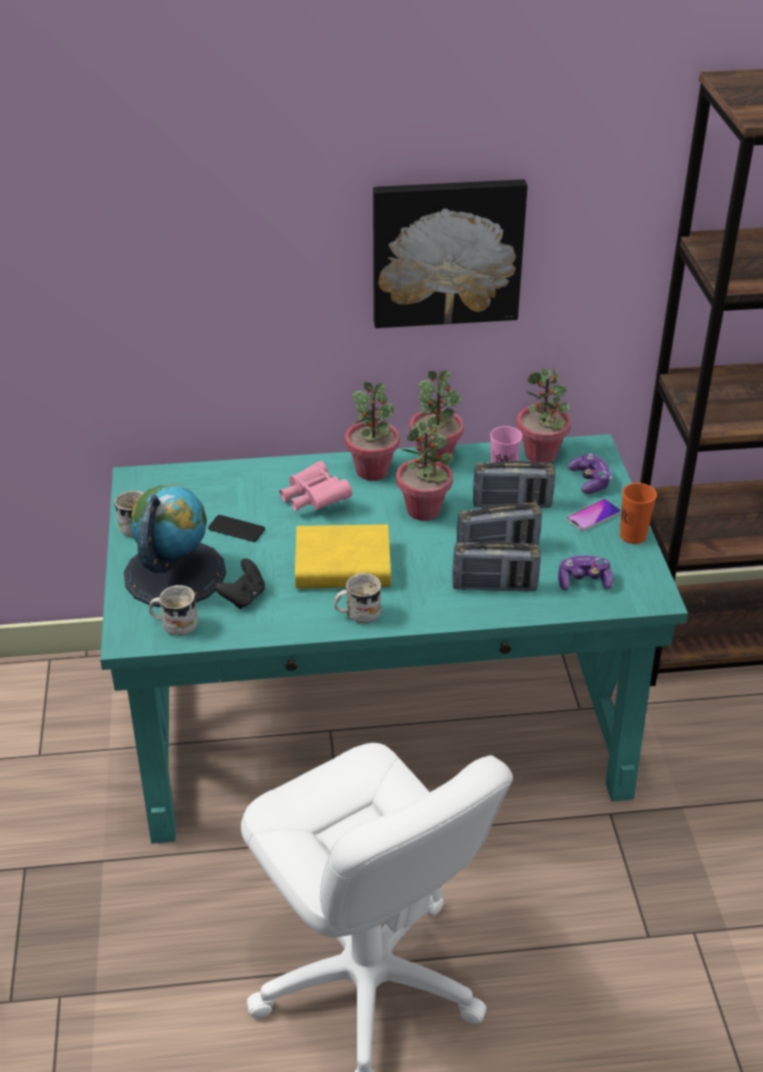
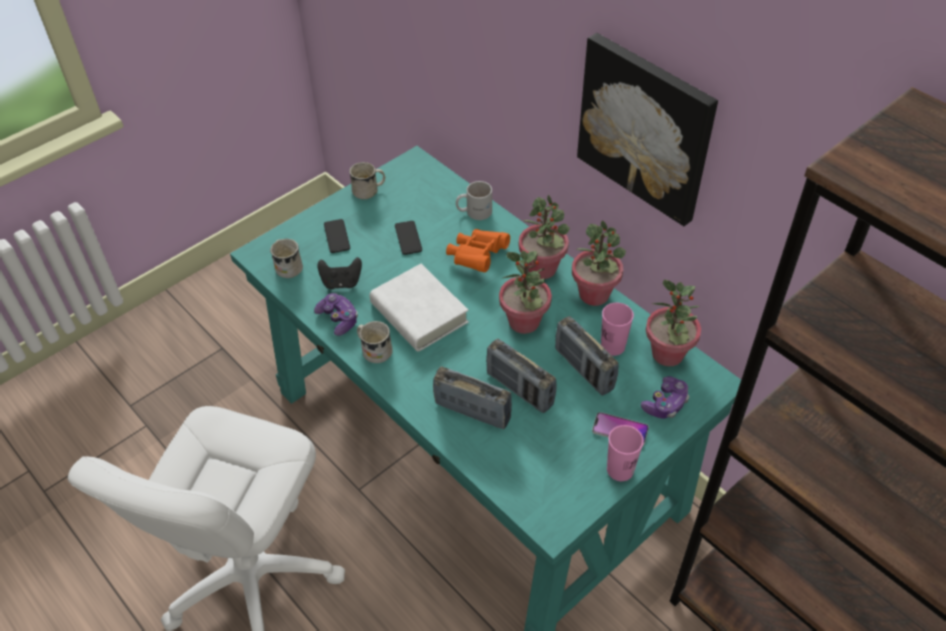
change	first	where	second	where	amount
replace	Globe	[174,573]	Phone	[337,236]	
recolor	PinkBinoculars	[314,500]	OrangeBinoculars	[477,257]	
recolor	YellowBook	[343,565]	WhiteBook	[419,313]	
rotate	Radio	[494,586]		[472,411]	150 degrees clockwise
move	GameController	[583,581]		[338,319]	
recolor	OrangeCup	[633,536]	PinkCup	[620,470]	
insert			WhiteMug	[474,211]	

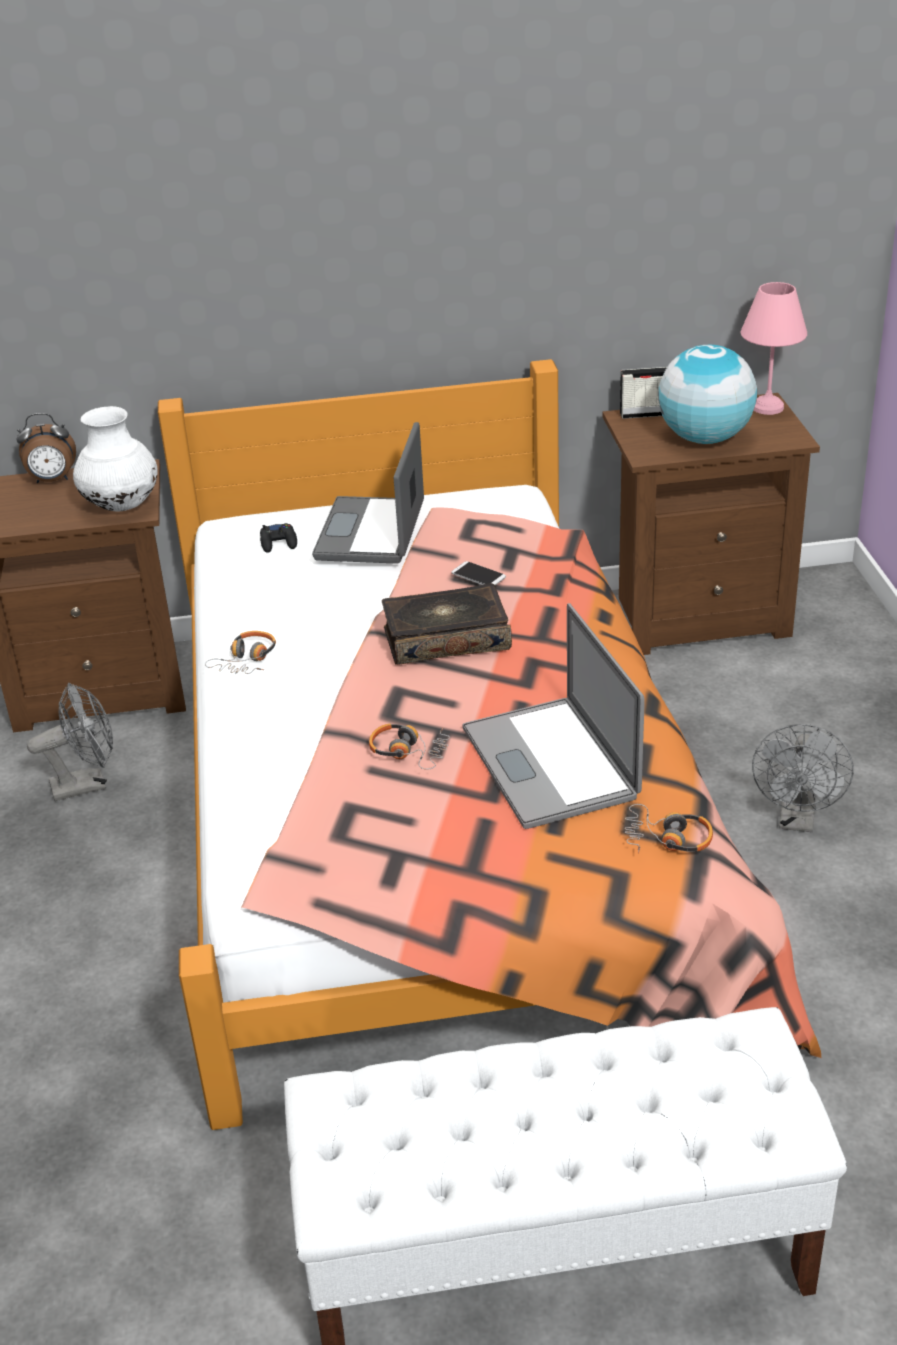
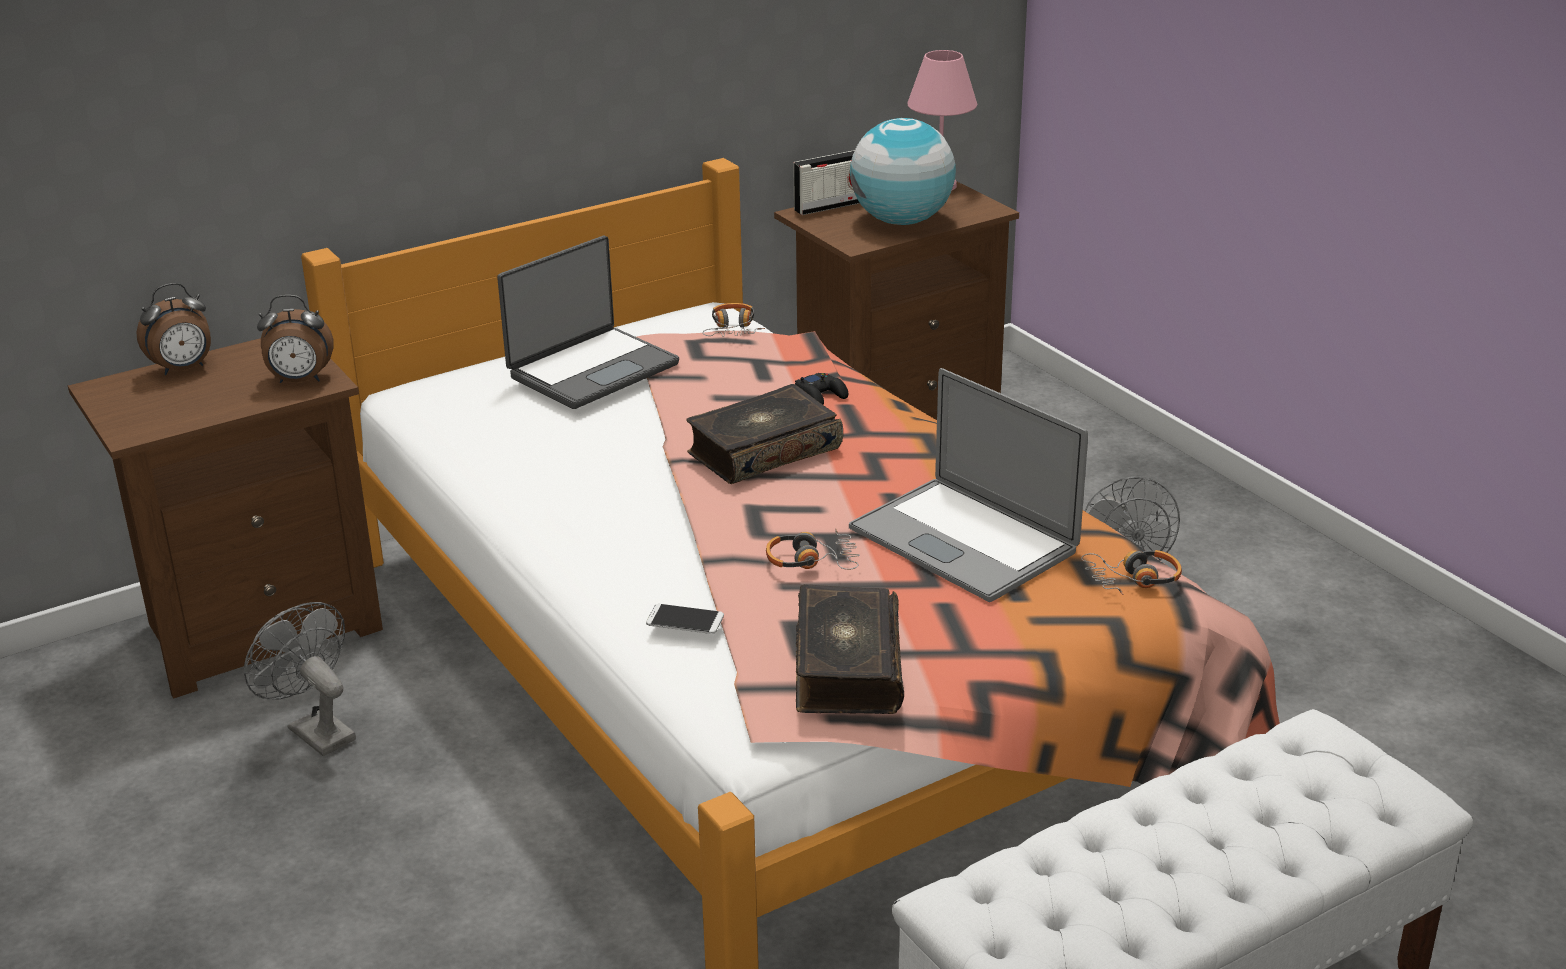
change	first	where	second	where	amount
rotate	GreyFan	[87,784]		[314,730]	90 degrees counterclockwise
replace	WhiteVase	[122,506]	AlarmClock	[300,381]	
move	Headphones	[247,660]		[733,329]	
move	BlackGameController	[279,542]		[821,395]	
rotate	Laptop	[373,532]		[591,369]	120 degrees counterclockwise
move	Phone	[478,575]		[685,620]	
insert			Book	[845,668]	

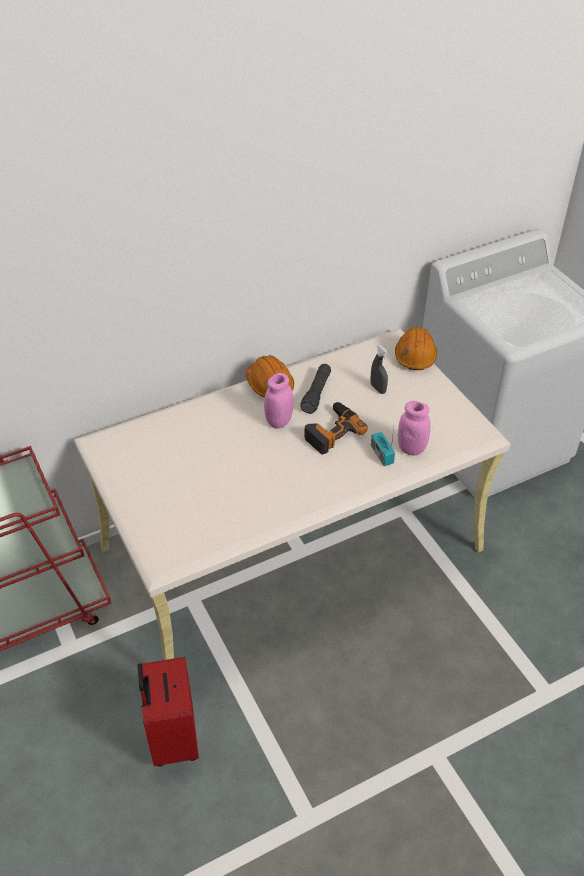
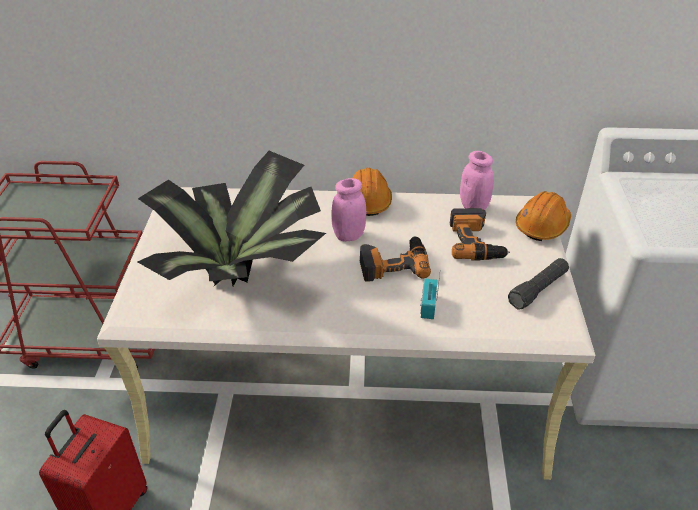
change	first	where	second	where	amount
move	BlackFlashlight	[316,393]		[538,290]	
replace	GreySprayBottle	[378,388]	PowerDrill	[476,242]	
move	PinkJar	[411,448]		[473,206]	
insert			PottedPlant	[242,271]	

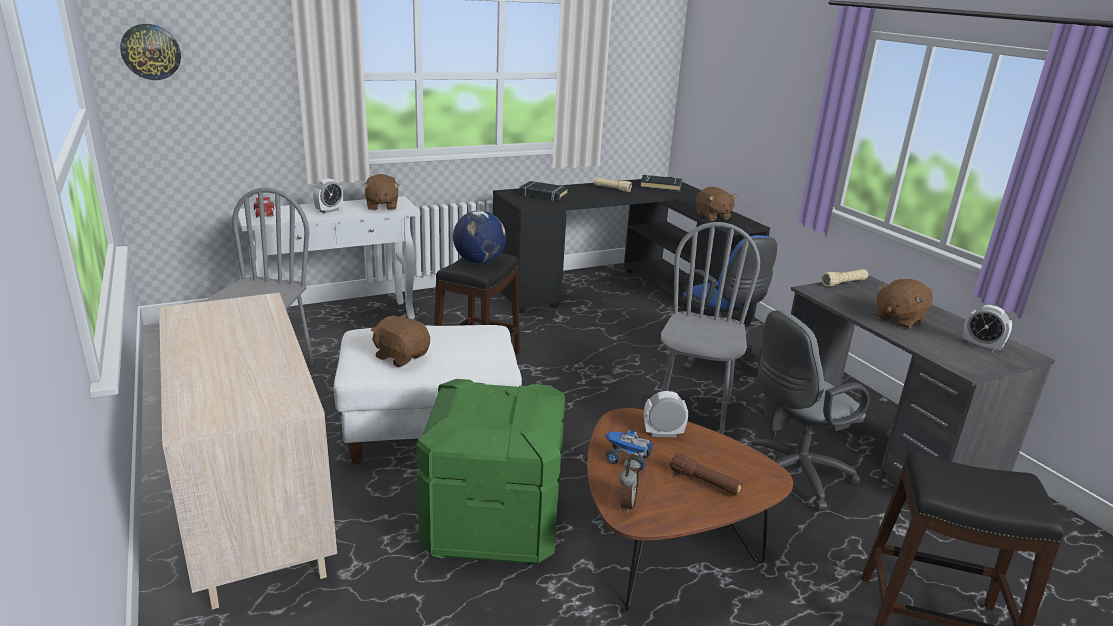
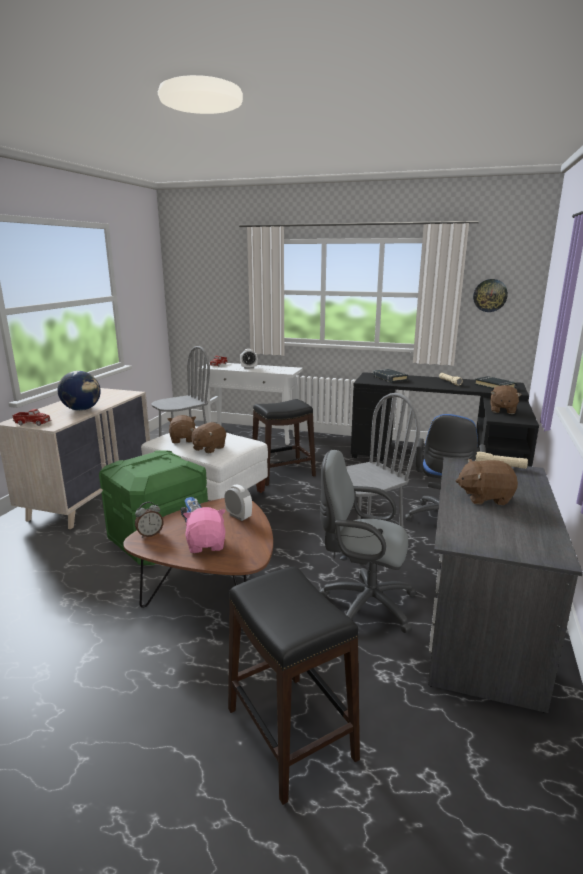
change	first	where	second	where	amount
move	WallClock	[151,52]		[490,295]	
move	BrownPlushToy	[381,206]		[208,448]	
move	Globe	[479,261]		[82,409]	
replace	BrownFlashlight	[704,482]	PinkPlushToy	[206,545]	
delete	AlarmClock	[981,346]			
insert			ToyTruck	[32,423]	

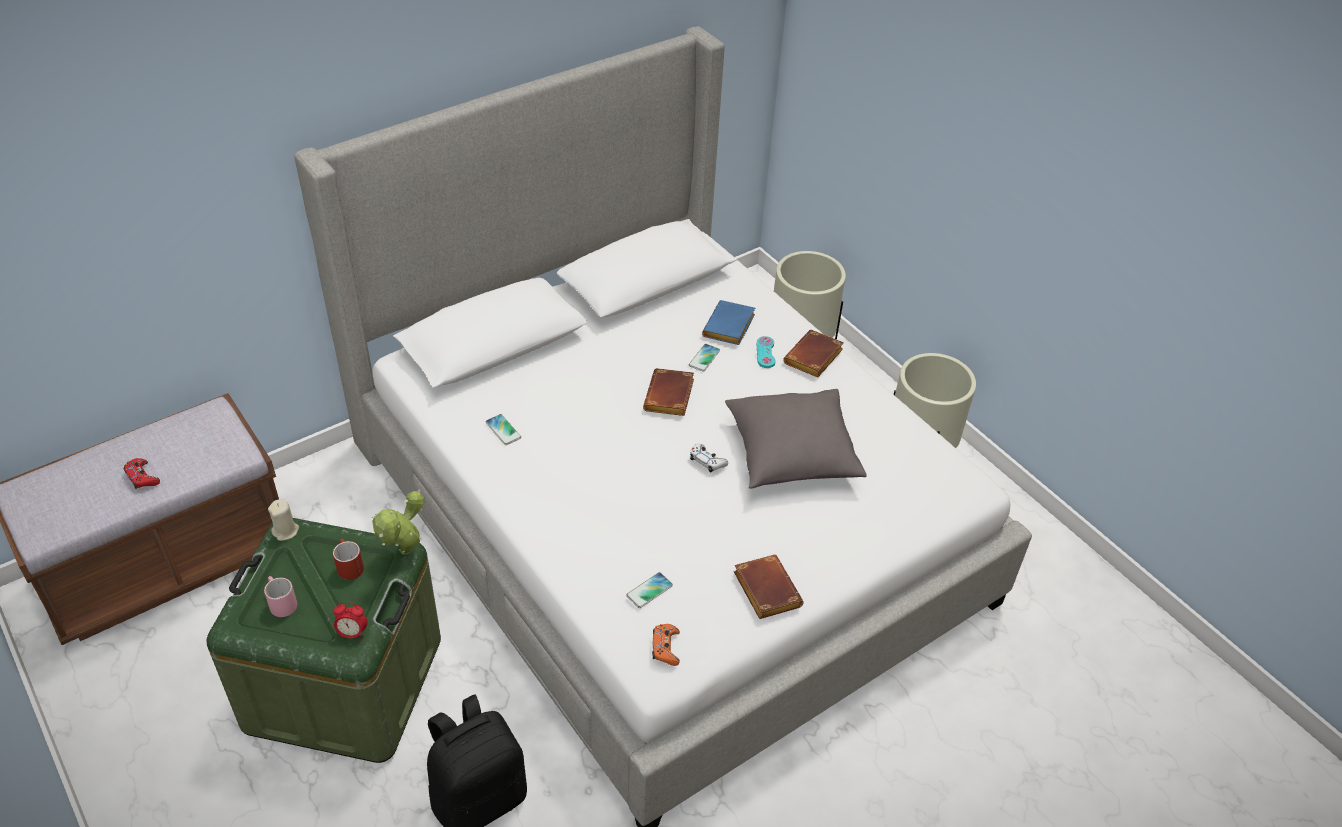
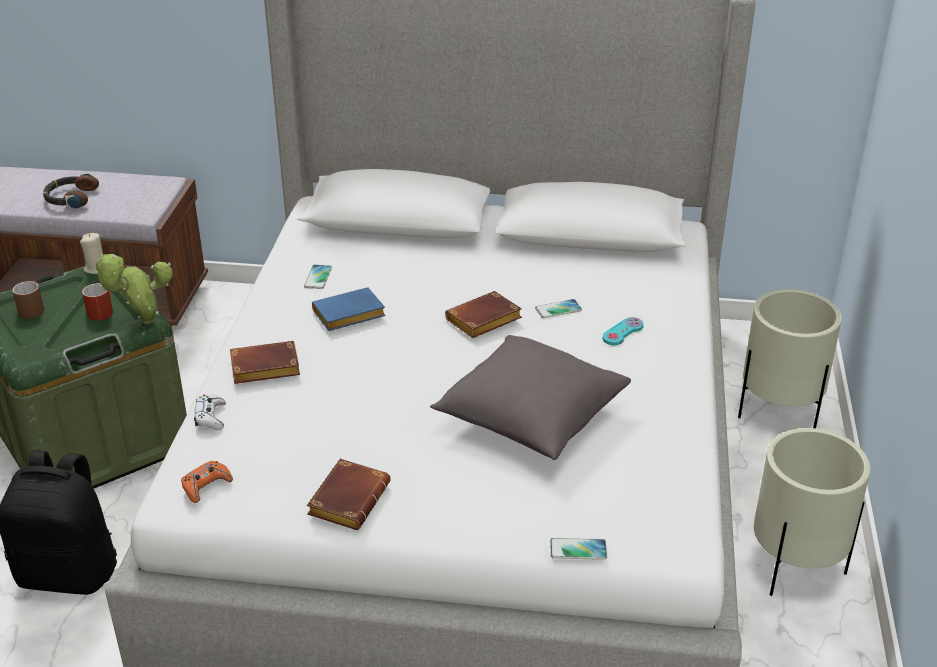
change	first	where	second	where	amount
replace	RedGameController	[142,477]	Headphones	[70,197]	
recolor	PinkMug	[280,603]	BrownMug	[32,308]	
delete	AlarmClock	[352,633]			
move	Phone	[649,590]		[578,550]	
move	WhiteGameController	[707,461]		[210,417]	
move	BlueBook	[730,328]		[347,316]	
move	BrownBook	[813,359]		[263,369]	

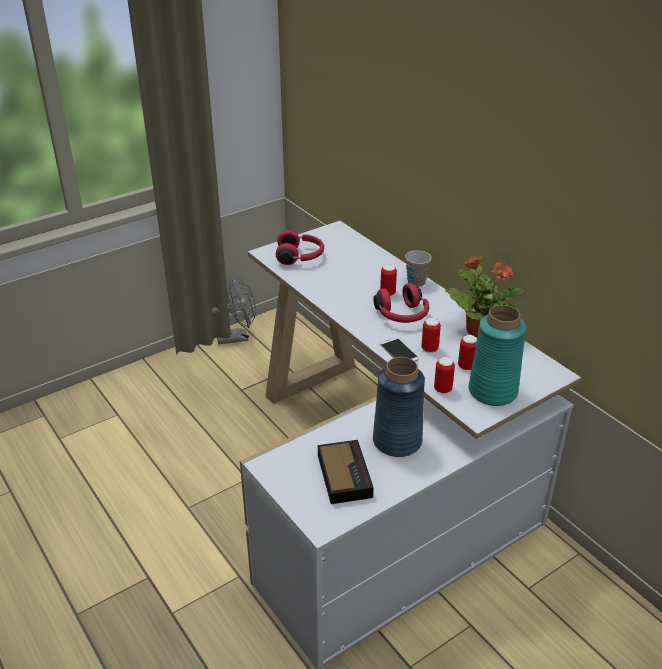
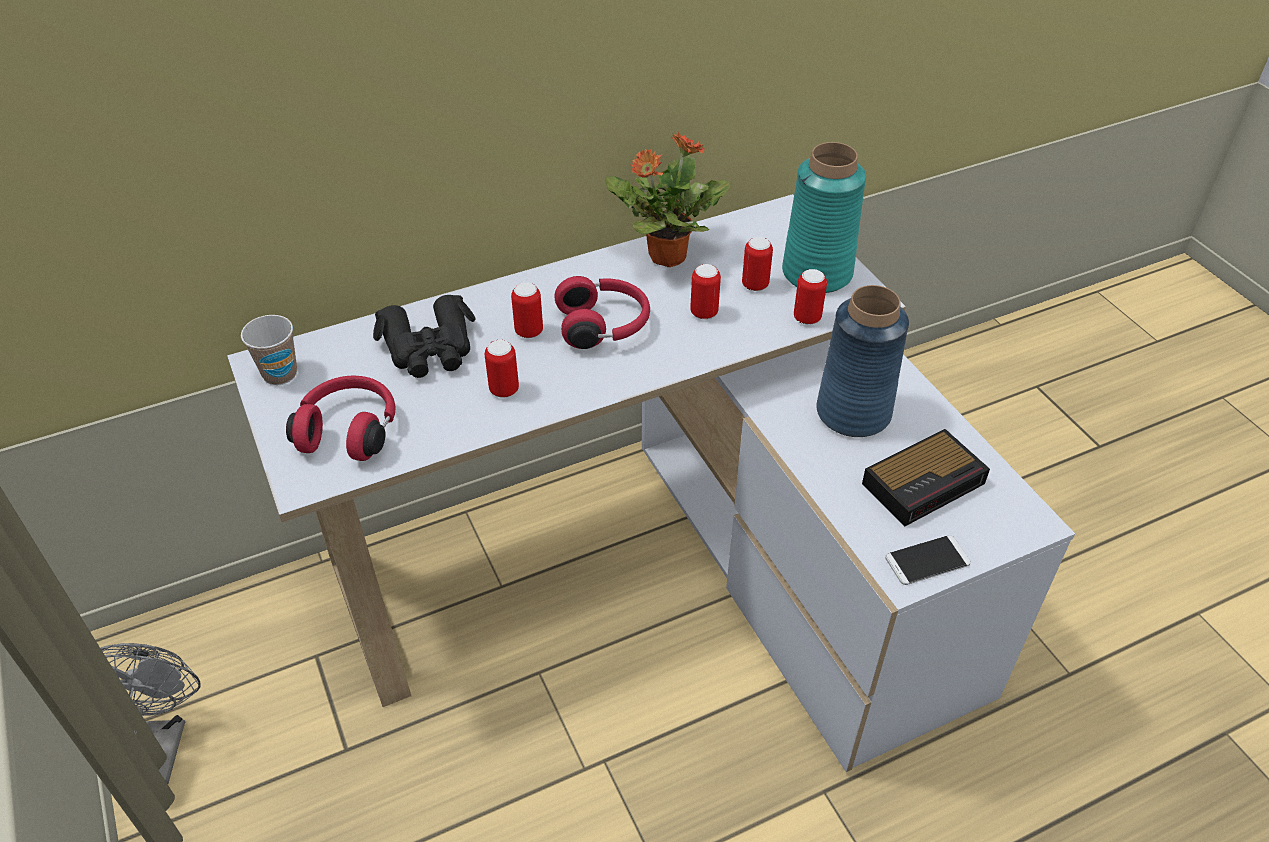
change	first	where	second	where	amount
rotate	AlarmClock	[344,474]		[925,482]	150 degrees clockwise
move	Phone	[399,352]		[927,561]	
move	Cup	[416,282]		[280,374]	
insert			BlackBinoculars	[429,348]	
insert			Can	[504,390]	

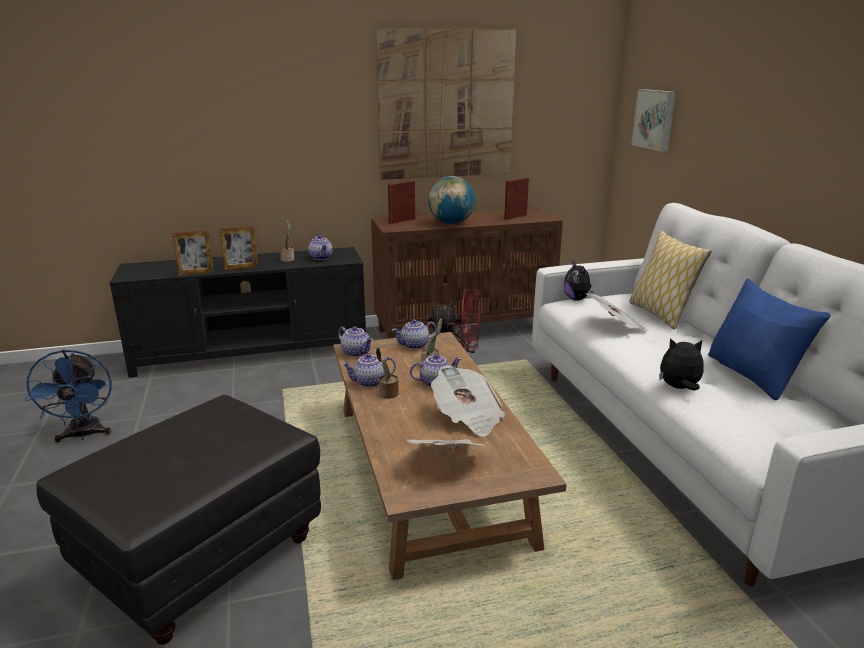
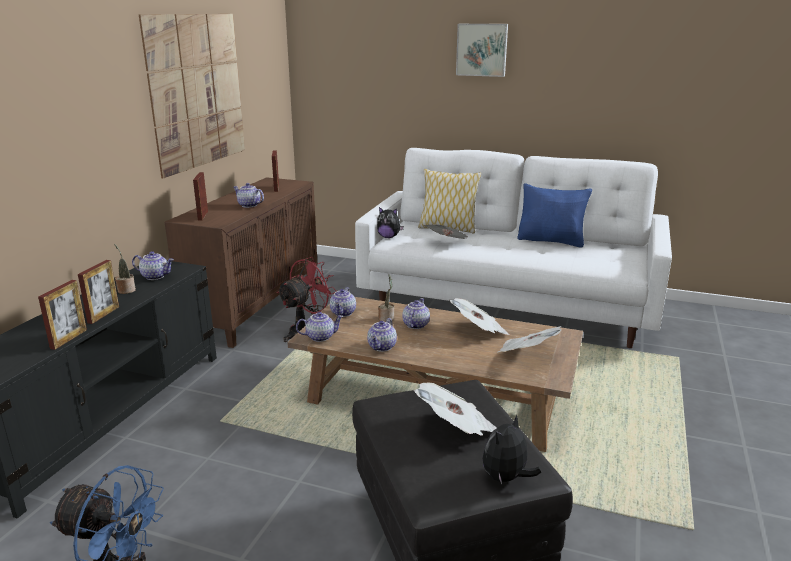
change	first	where	second	where	amount
delete	PottedPlant	[387,394]			
replace	Globe	[451,223]	Teapot	[248,205]	
move	Picture	[655,119]		[482,49]	
move	PlushToy	[679,388]		[506,478]	
insert			Newspaper	[456,428]	

